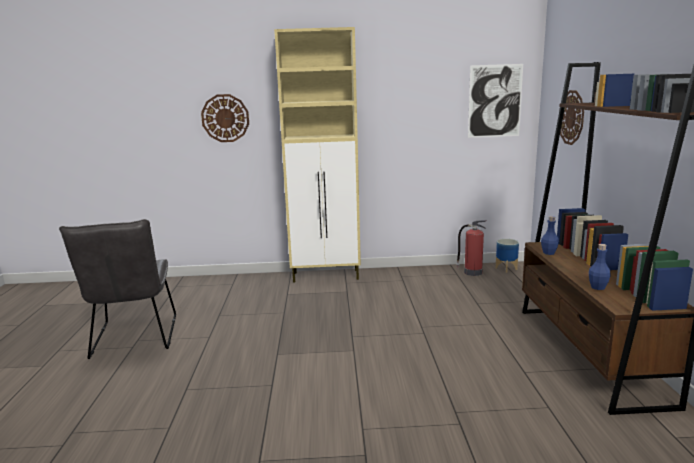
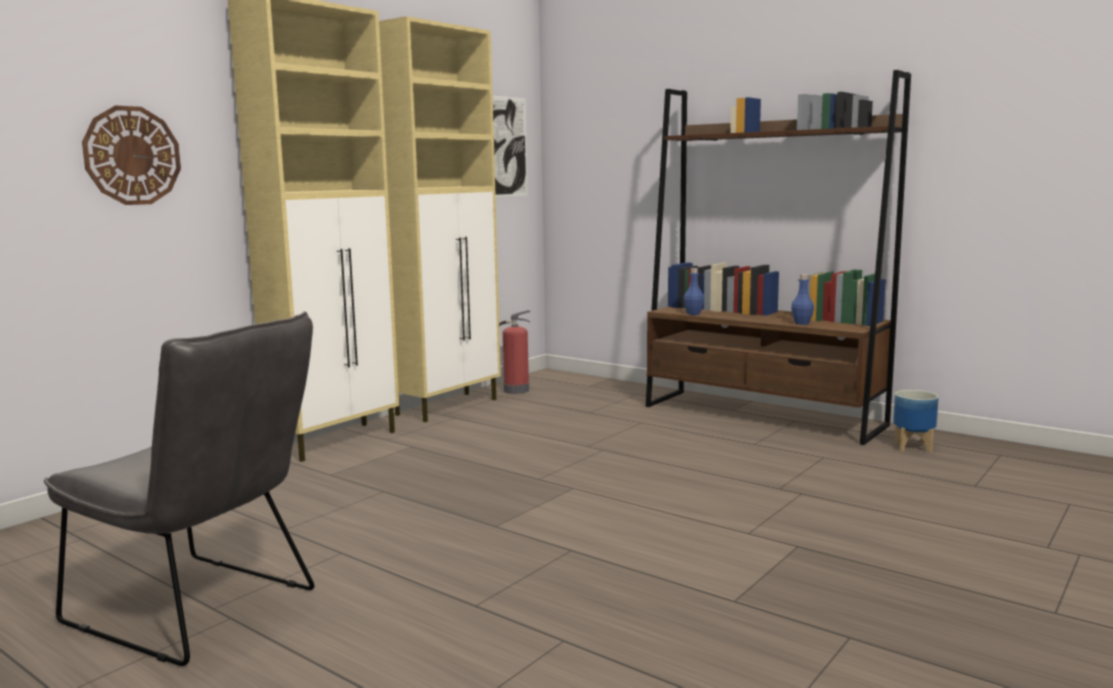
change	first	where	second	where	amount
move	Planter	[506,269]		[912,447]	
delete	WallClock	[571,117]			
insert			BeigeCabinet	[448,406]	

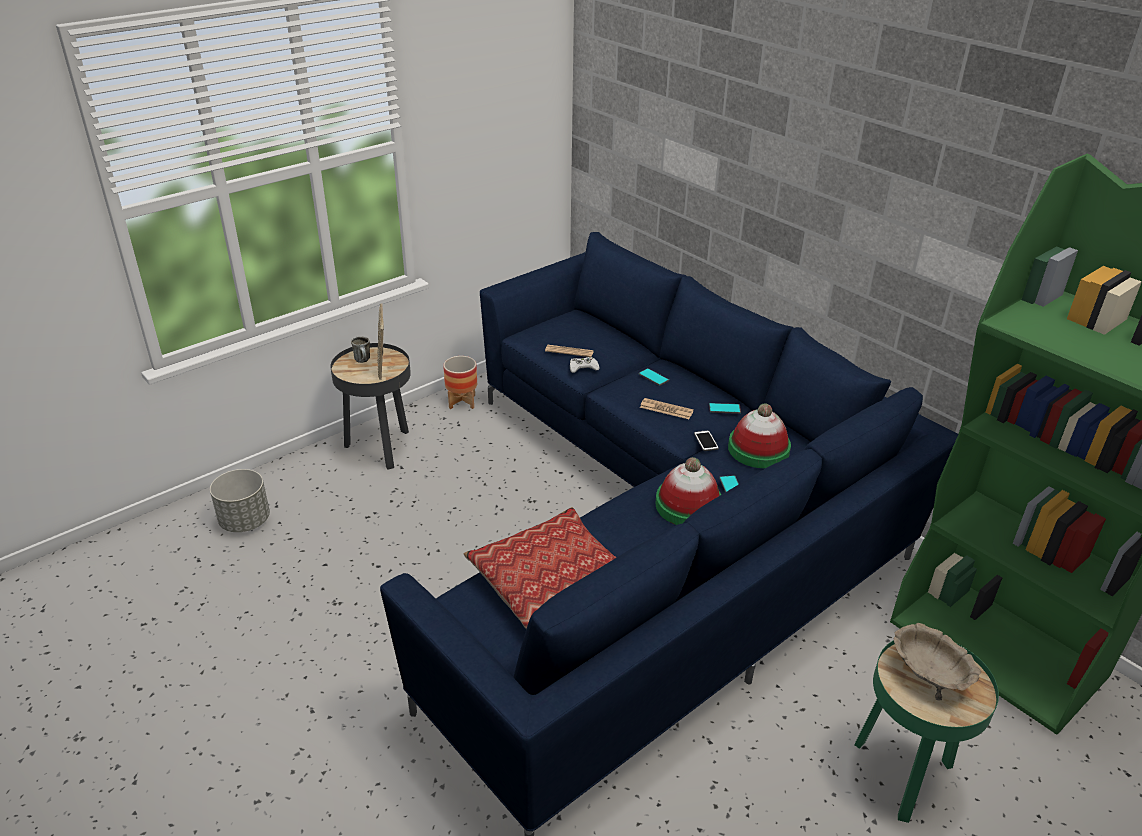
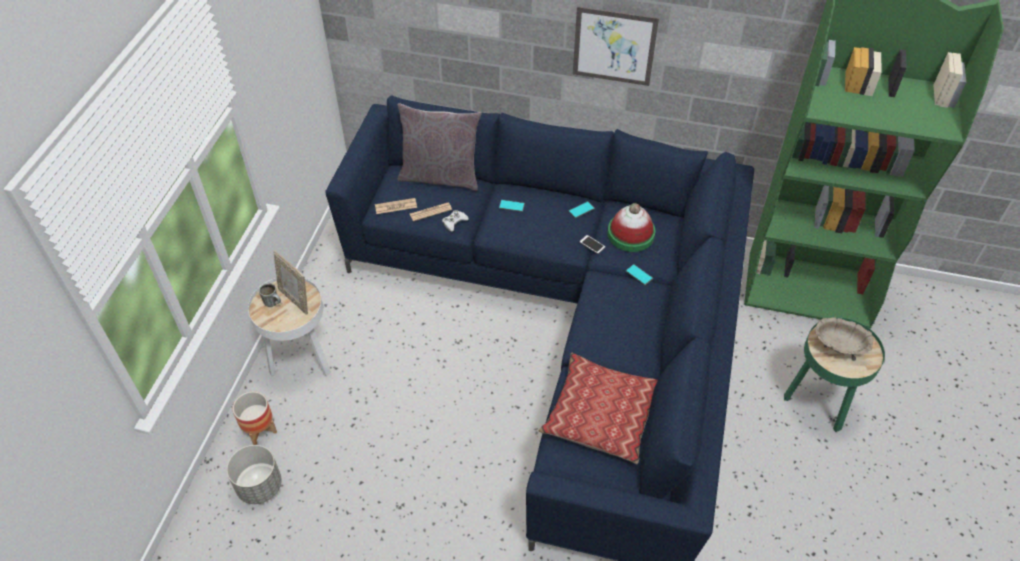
change	first	where	second	where	amount
recolor	BlackSideTable	[381,448]	WhiteSideTable	[302,359]	
move	Planter	[462,402]		[260,430]	
move	Newspaper	[666,409]		[396,206]	
delete	Hat	[688,505]			
insert			GreyPillow	[440,176]	
insert			Picture	[614,46]	

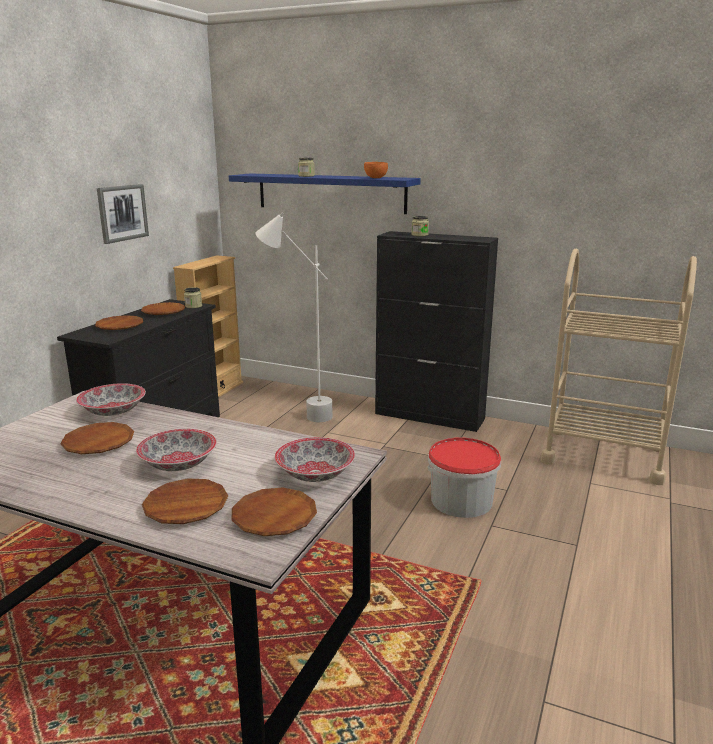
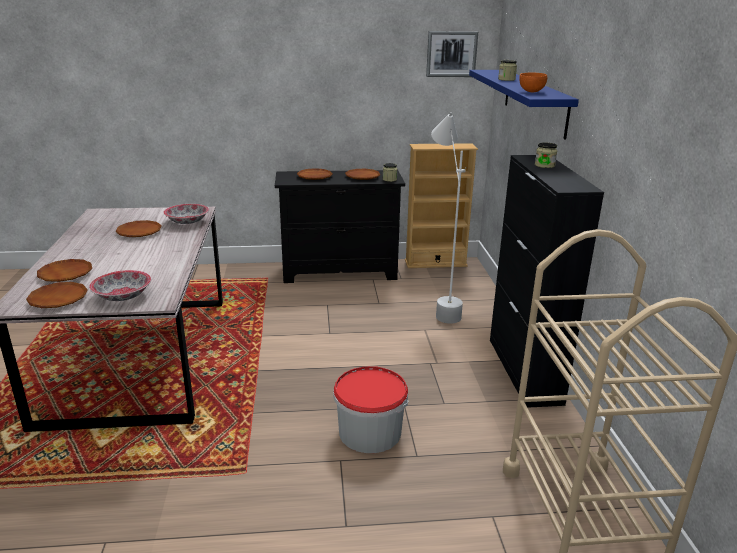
change	first	where	second	where	amount
move	Picture	[122,213]		[451,54]	
delete	Bowl	[179,463]			

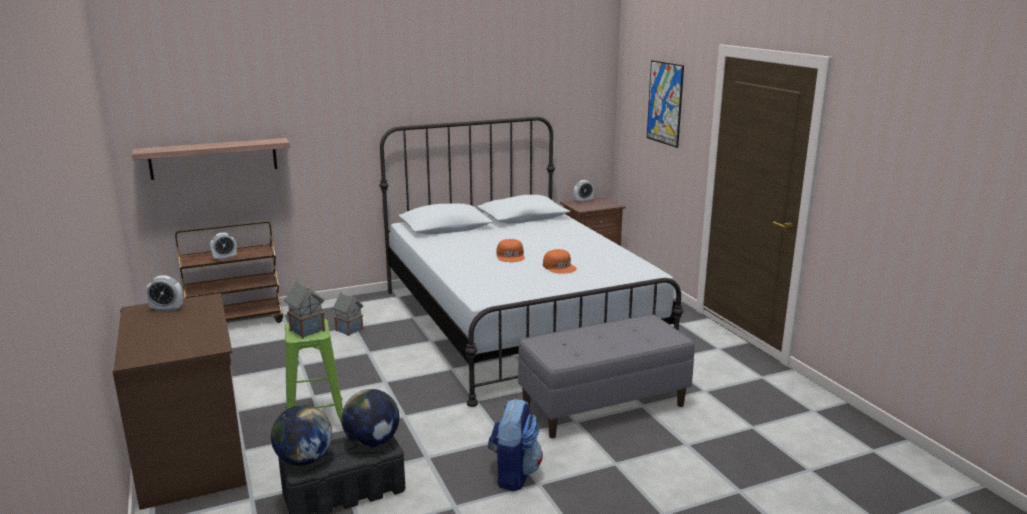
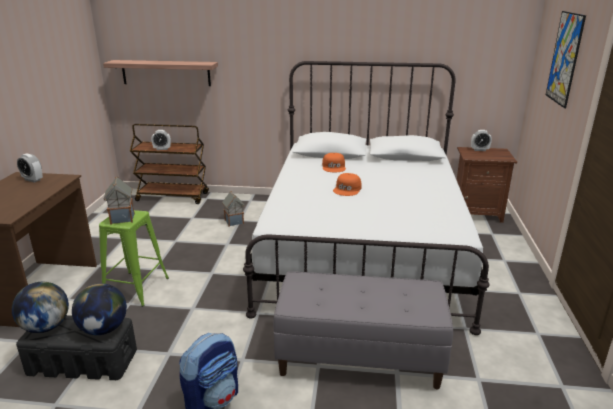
change	first	where	second	where	amount
move	OrangeCap	[559,267]		[334,167]	

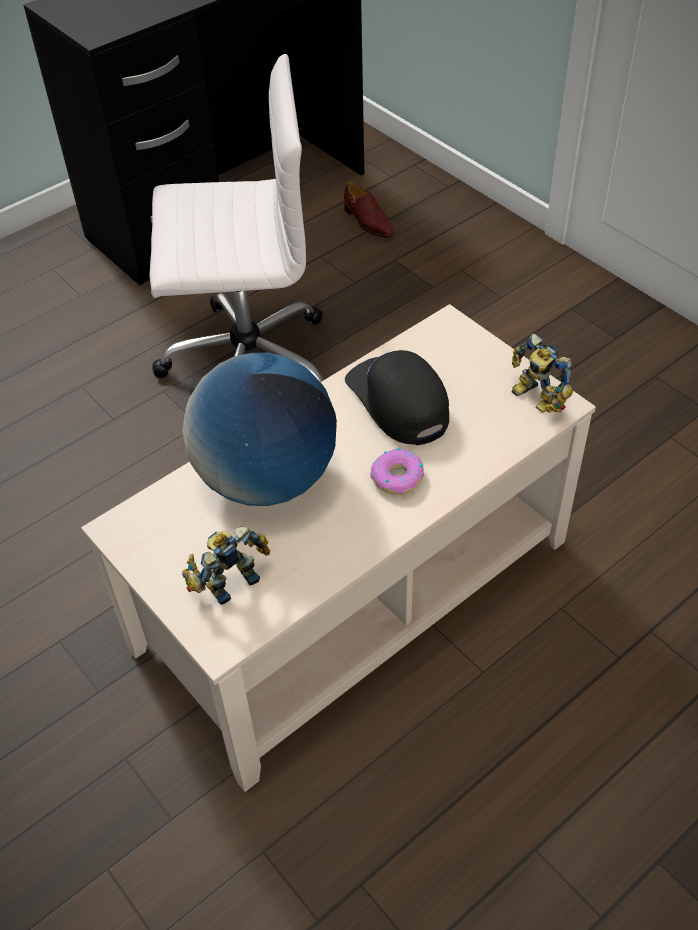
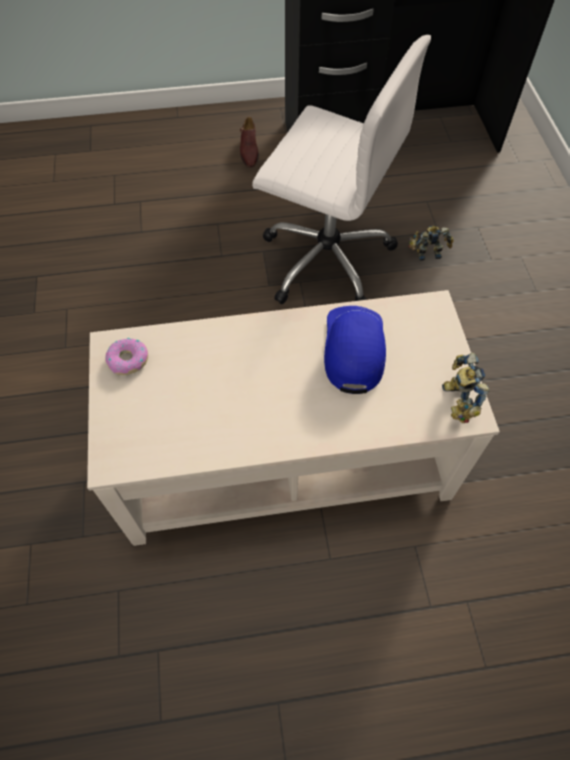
change	first	where	second	where	amount
move	ToyRobot	[229,580]		[427,252]	
delete	Globe	[266,479]			
move	BrownShoe	[368,222]		[249,151]	
recolor	BlackCap	[398,401]	BlueCap	[353,349]	
move	Donut	[398,477]		[128,360]	

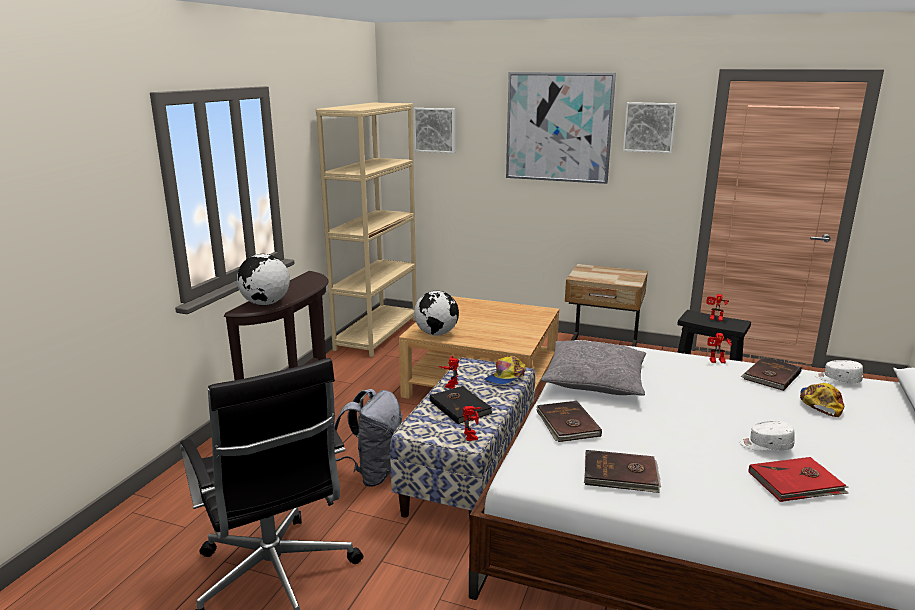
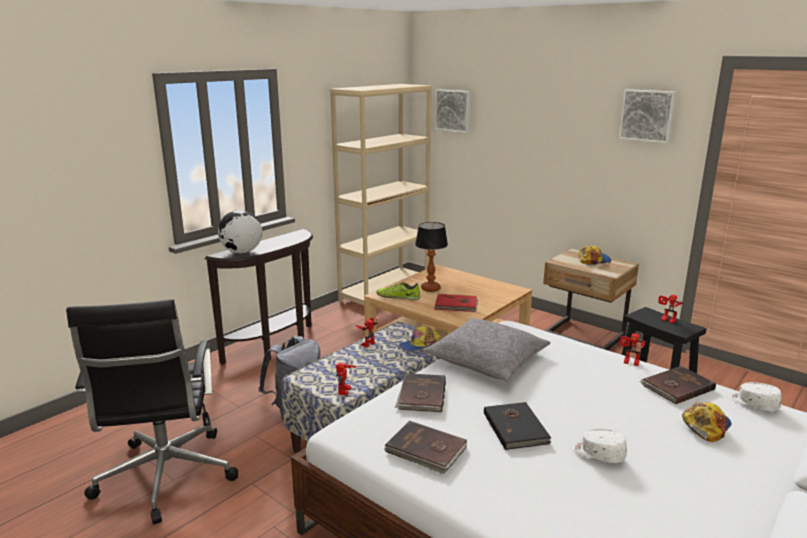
change	first	where	second	where	amount
replace	Globe	[436,334]	Shoe	[398,297]	
move	BlackBook	[460,406]		[516,427]	
delete	Picture	[558,127]			
move	RedBook	[796,483]		[456,305]	
insert			TableLamp	[431,289]	
insert			Cap	[593,260]	

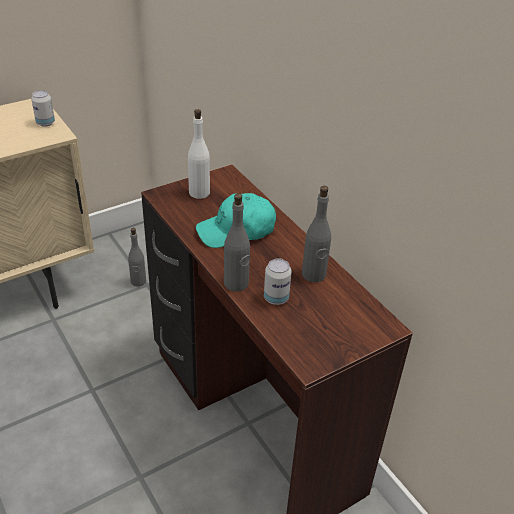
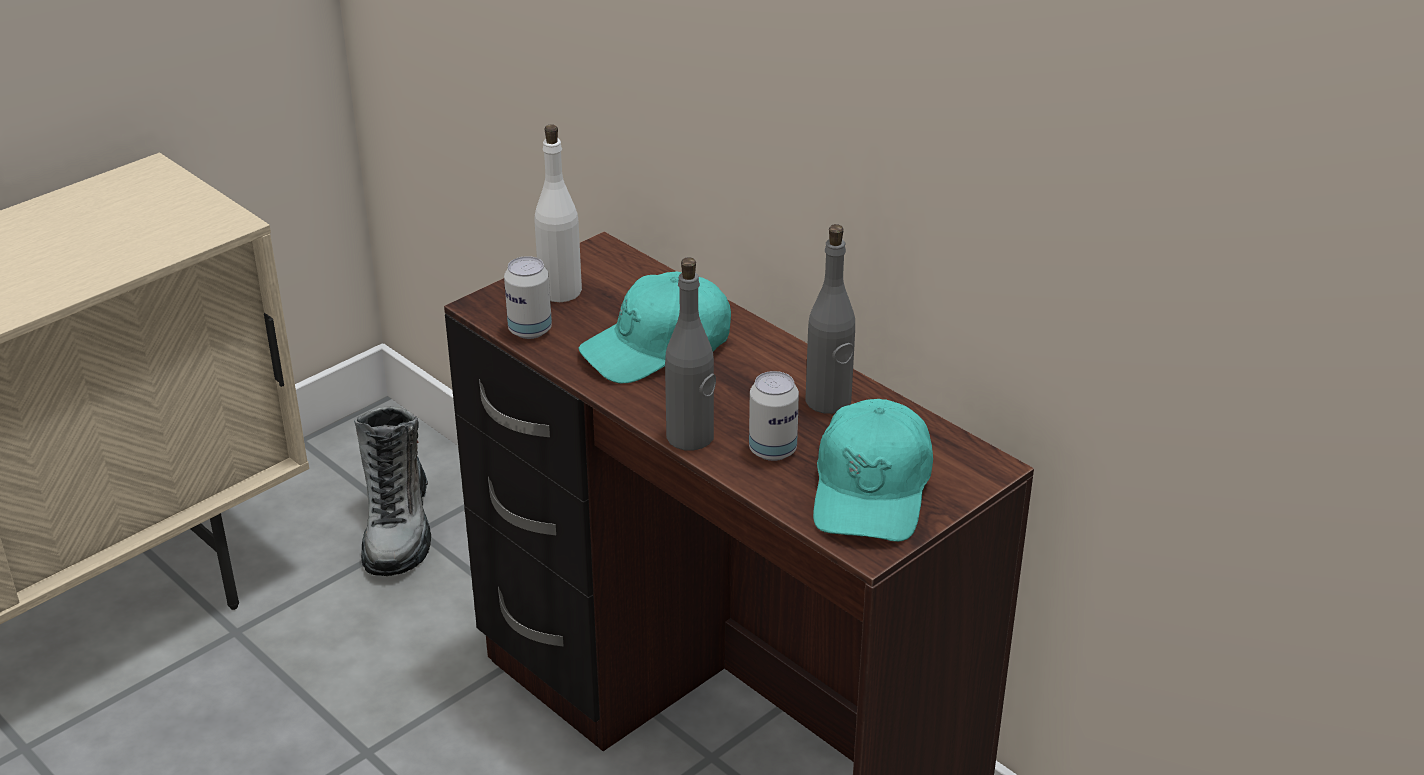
change	first	where	second	where	amount
move	Can	[45,123]		[530,330]	
replace	GreyBottle	[138,281]	Boot	[398,528]	
insert			TurquoiseCap	[872,490]	

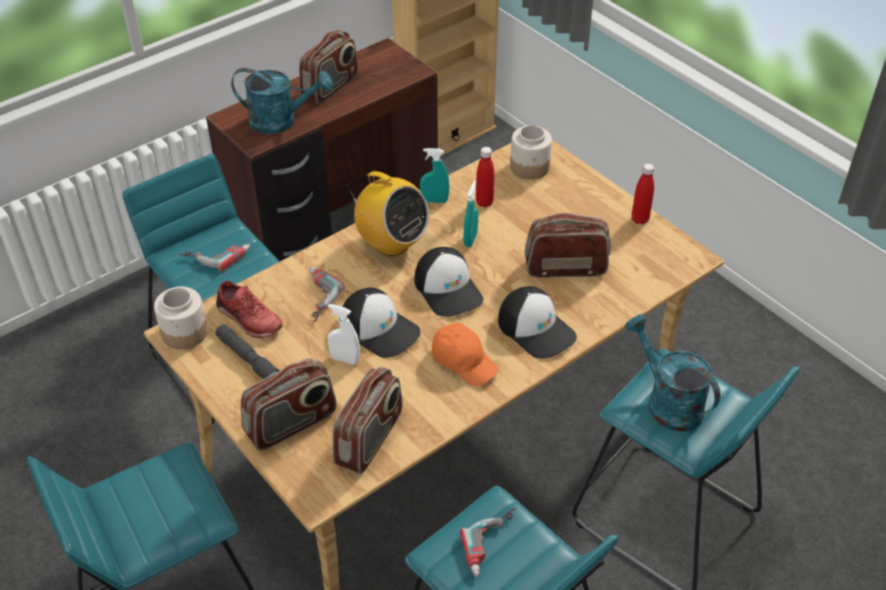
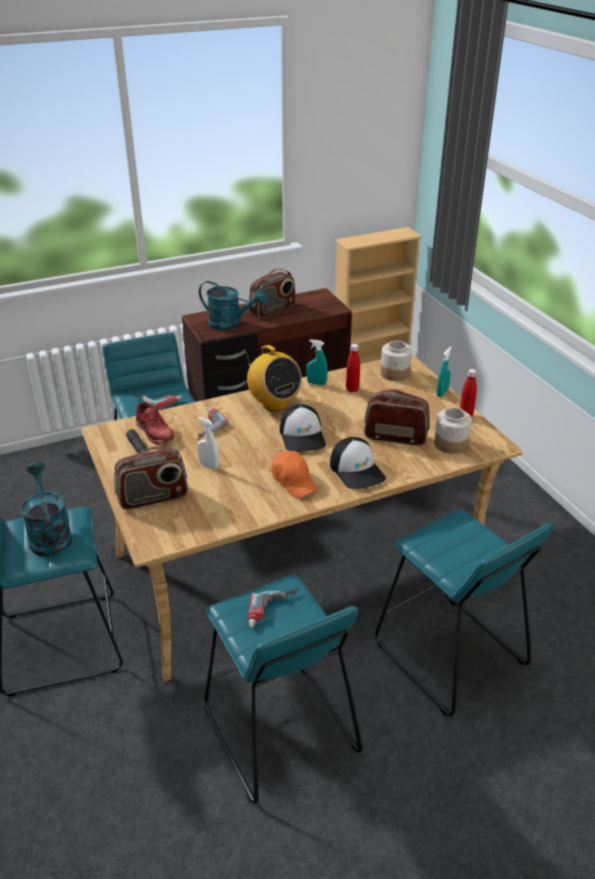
change	first	where	second	where	amount
move	Jar	[185,332]		[451,444]	
delete	Radio	[370,439]			
delete	Cap	[380,329]			
move	TurquoiseSprayBottle	[470,239]		[442,393]	
move	TurquoiseWateringCan	[667,401]		[49,535]	

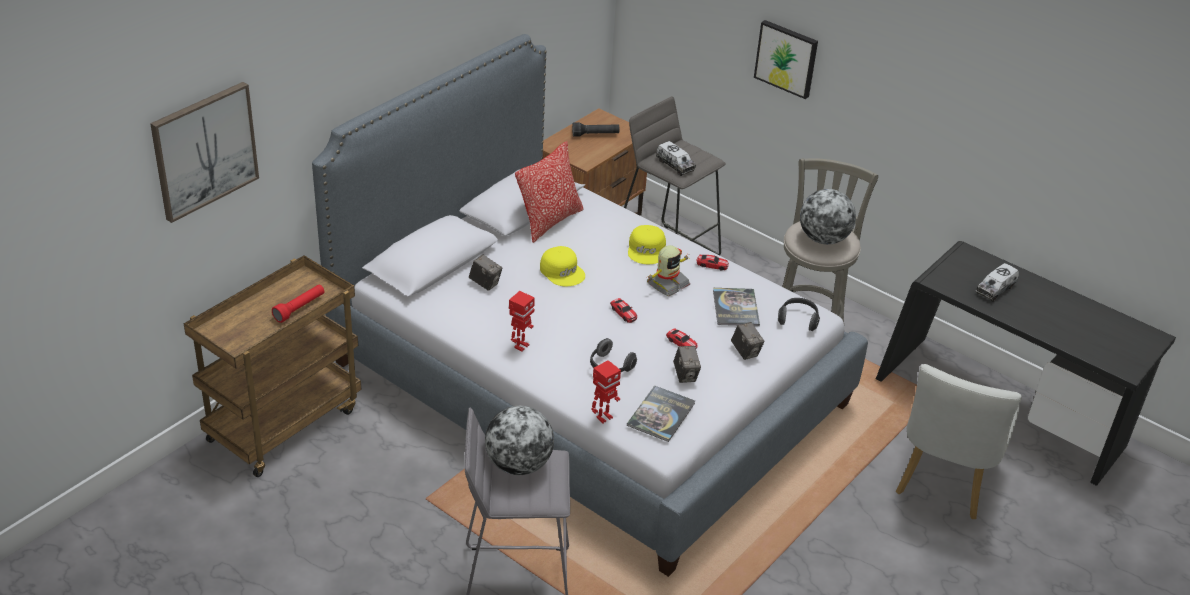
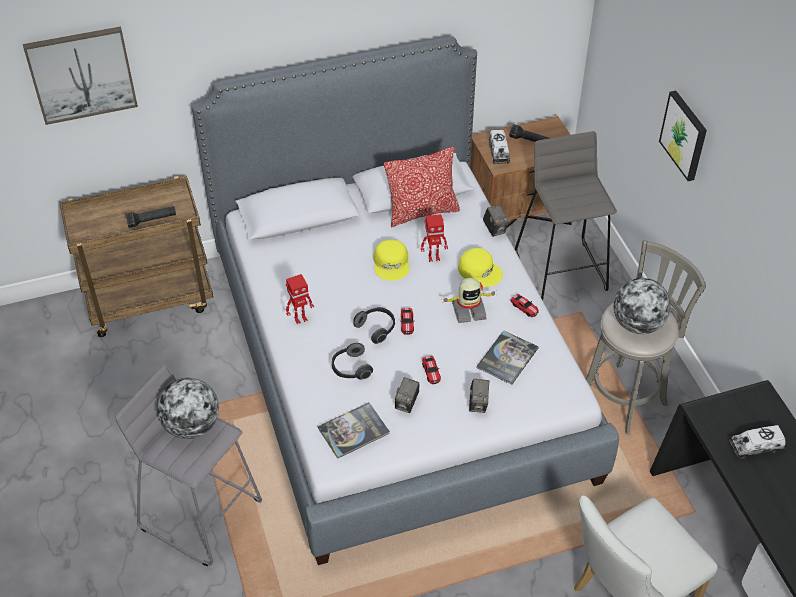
change	first	where	second	where	amount
recolor	RedFlashlight	[300,308]	BlackFlashlight	[152,220]	
move	PhotoCamera	[485,283]		[495,229]	
move	ToyRobot	[603,417]		[433,257]	
rotate	YellowCap	[647,250]		[480,271]	90 degrees counterclockwise
move	ToyTruck	[675,165]		[498,152]	
move	Headphones	[798,320]		[376,328]	

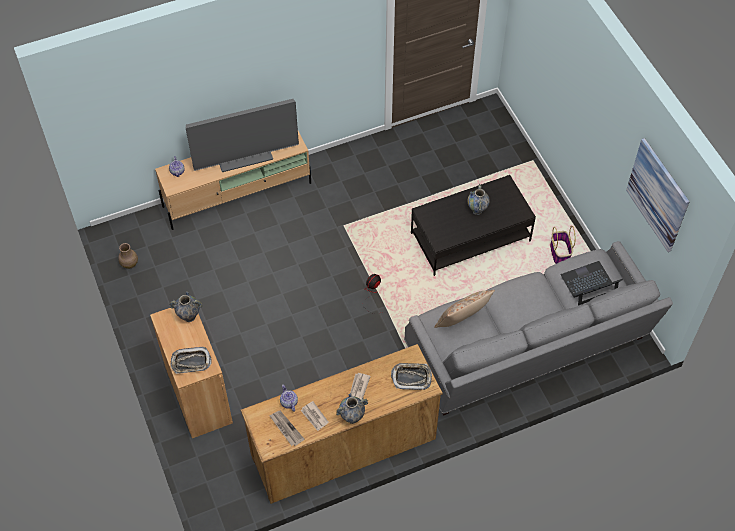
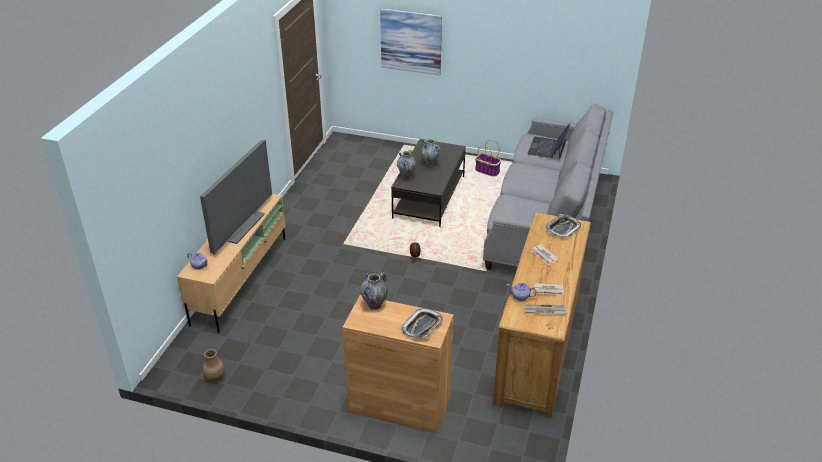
change	first	where	second	where	amount
move	Vase	[352,418]		[406,176]	
delete	BeigePillow	[462,322]			
move	Picture	[658,195]		[411,41]	

